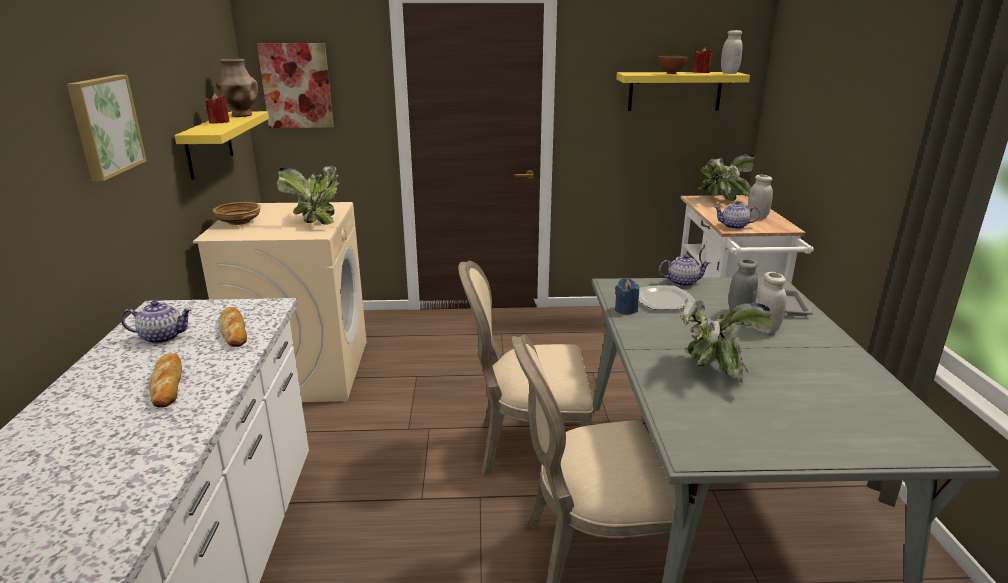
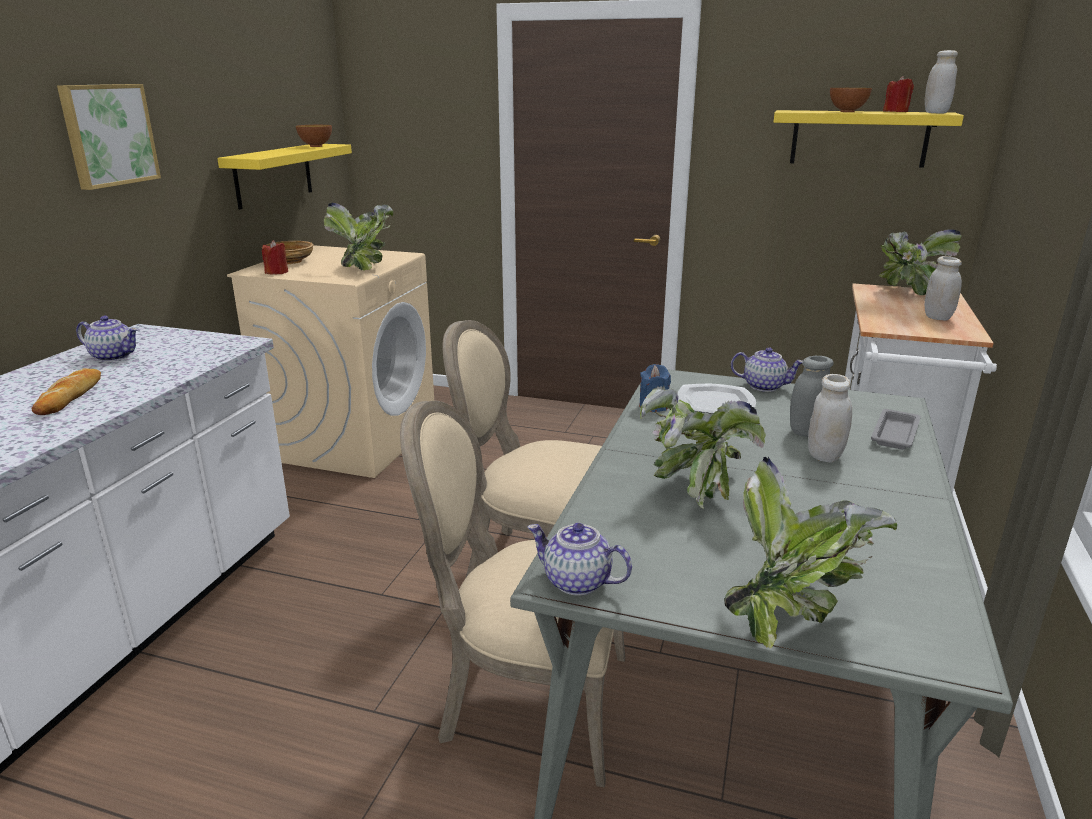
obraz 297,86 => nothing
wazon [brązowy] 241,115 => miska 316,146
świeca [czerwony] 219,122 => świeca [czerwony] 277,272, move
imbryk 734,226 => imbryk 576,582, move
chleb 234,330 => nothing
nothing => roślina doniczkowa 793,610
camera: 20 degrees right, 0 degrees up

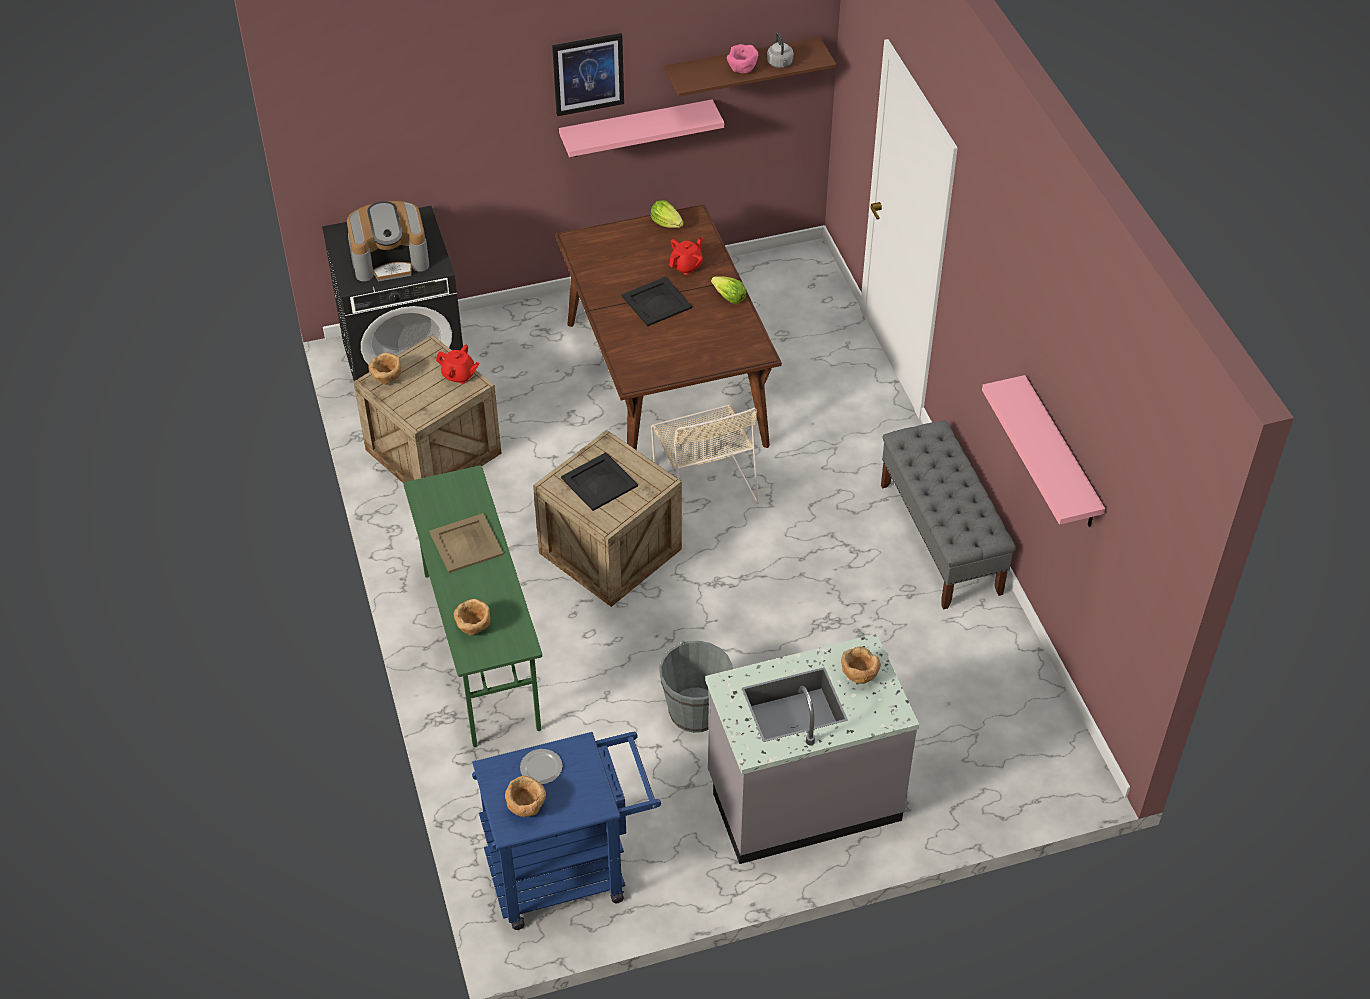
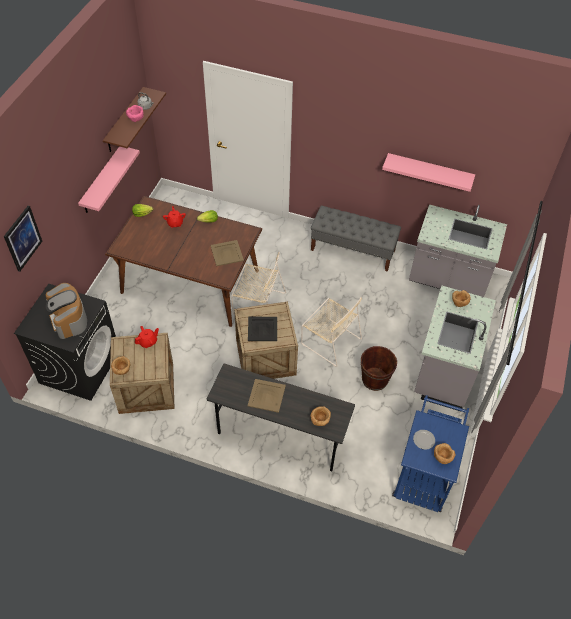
obraz 588,74 => obraz 22,238, move
ekspres do kawy 390,260 => ekspres do kawy 69,319, 135 degrees clockwise
taca [czarny] 656,302 => nothing
biurko [zielony] 480,650 => biurko [szary] 279,437
wiadro [szary] 695,711 => wiadro [brązowy] 374,379
nothing => zabudowa kuchenna [szary] 448,280
nothing => taca [beżowy] 227,253
nothing => krzesło [beżowy] 329,340
camera: 55 degrees left, 5 degrees up

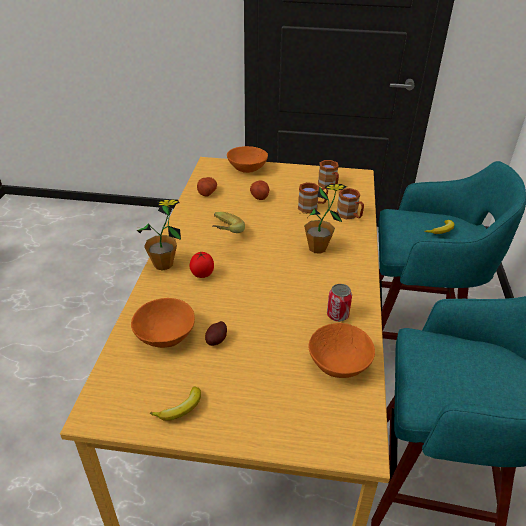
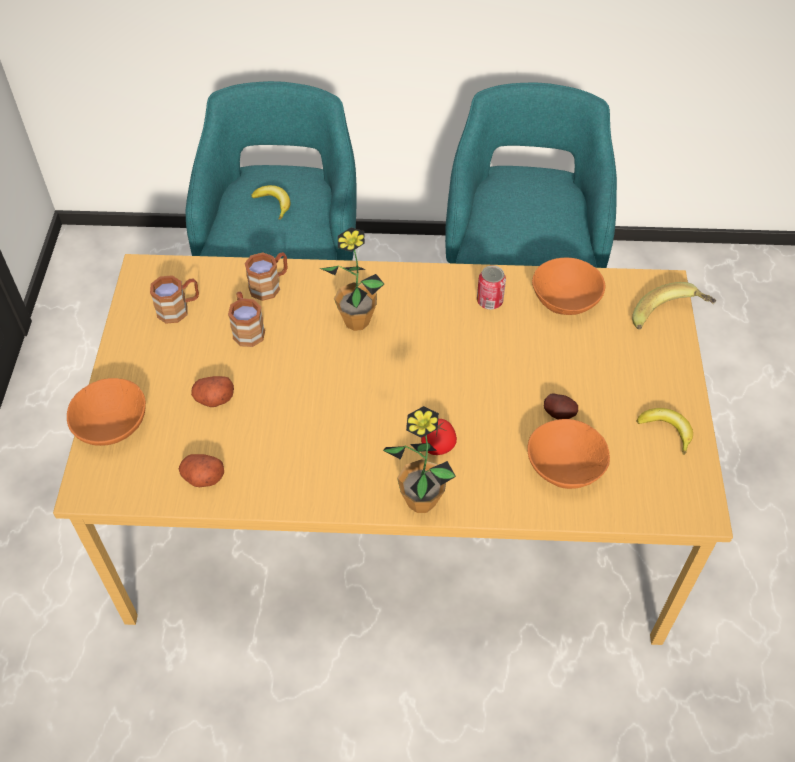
banan 222,233 => banan 669,320, move
camera: 95 degrees left, 15 degrees up

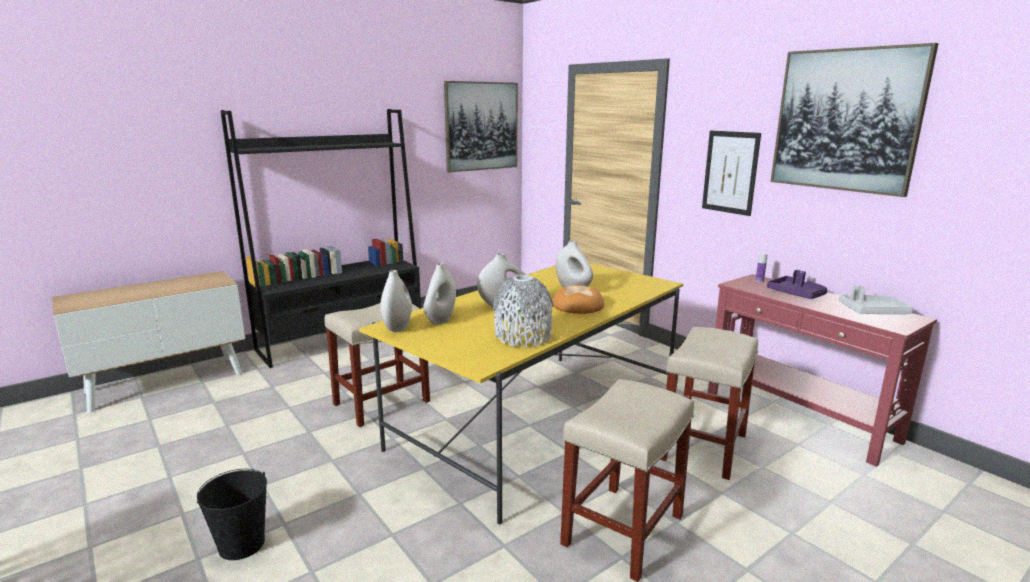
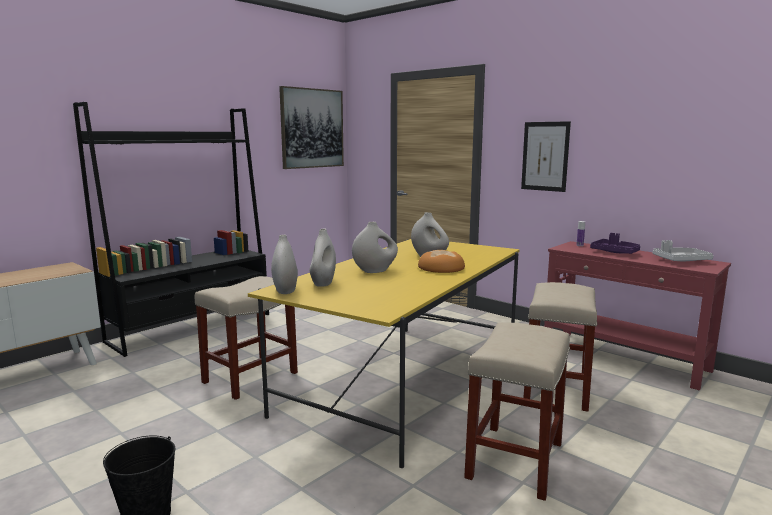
obraz 846,120 => nothing
wazon [szary] 523,337 => nothing
camera: 10 degrees left, 5 degrees down

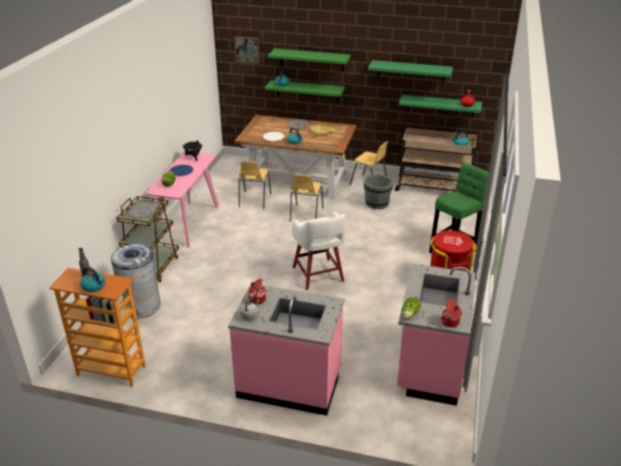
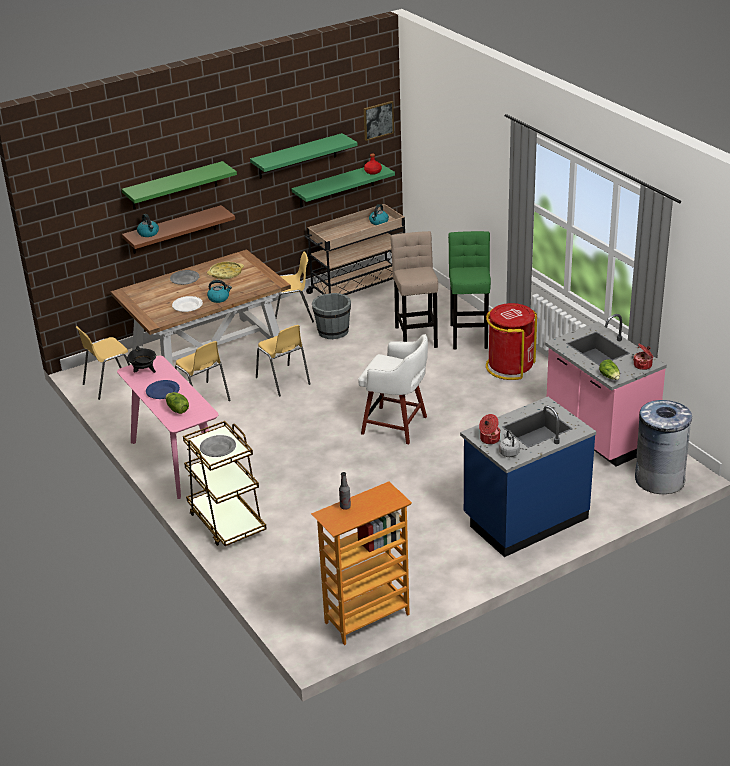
obraz 247,49 => obraz 378,120, move
półka [zielony] 307,91 => półka [brązowy] 173,230
kosz na śmieci [szary] 141,306 => kosz na śmieci [szary] 659,479, move
czajnik 94,286 => nothing
zabudowa kuchenna [różowy] 289,383 => zabudowa kuchenna [niebieski] 524,518
nothing => stołek [beżowy] 416,335
nothing => krzesło [żółty] 110,384
camera: 45 degrees left, 0 degrees up

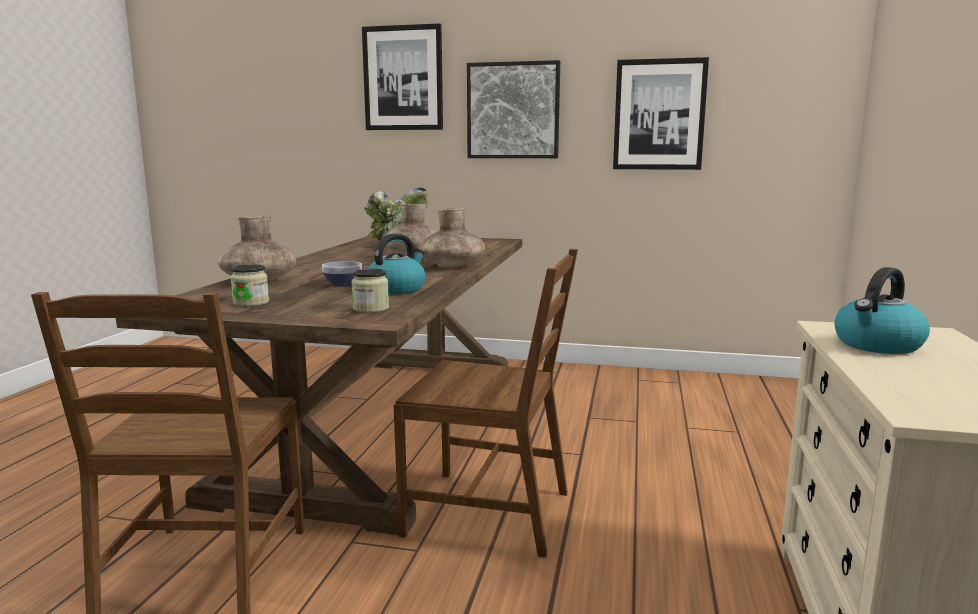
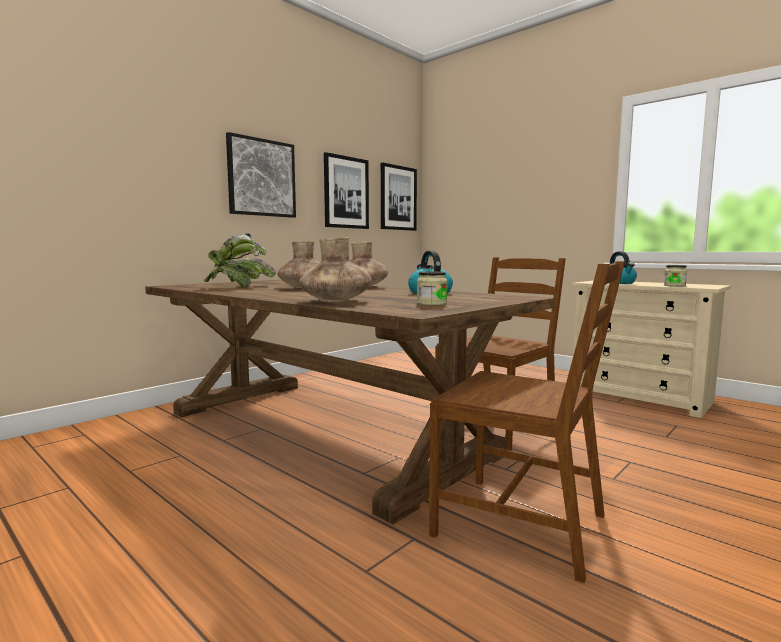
obraz 403,78 => obraz 398,198, move
miska 343,284 => nothing
słoik 371,309 => słoik 674,286, move
camera: 60 degrees left, 5 degrees down

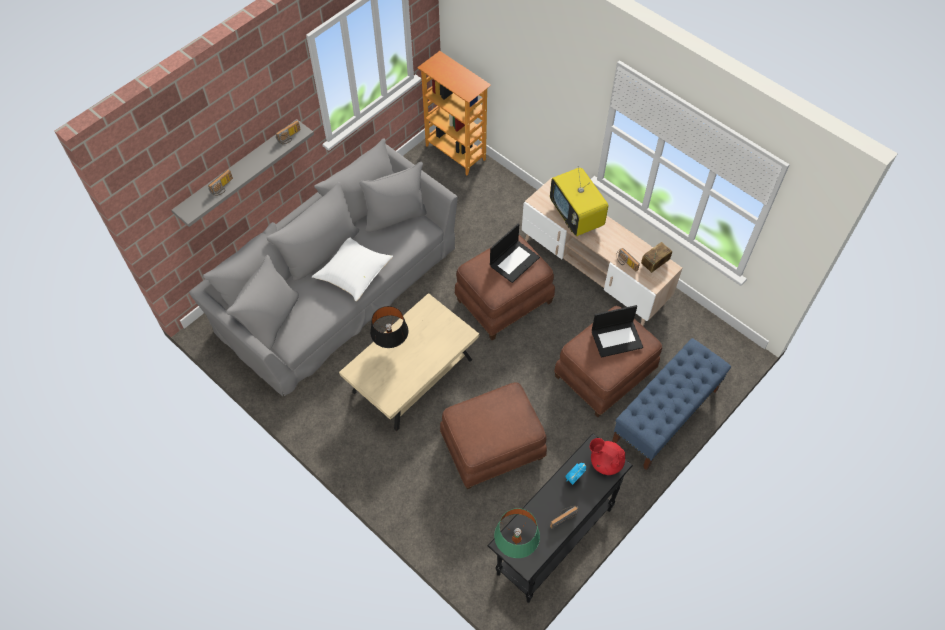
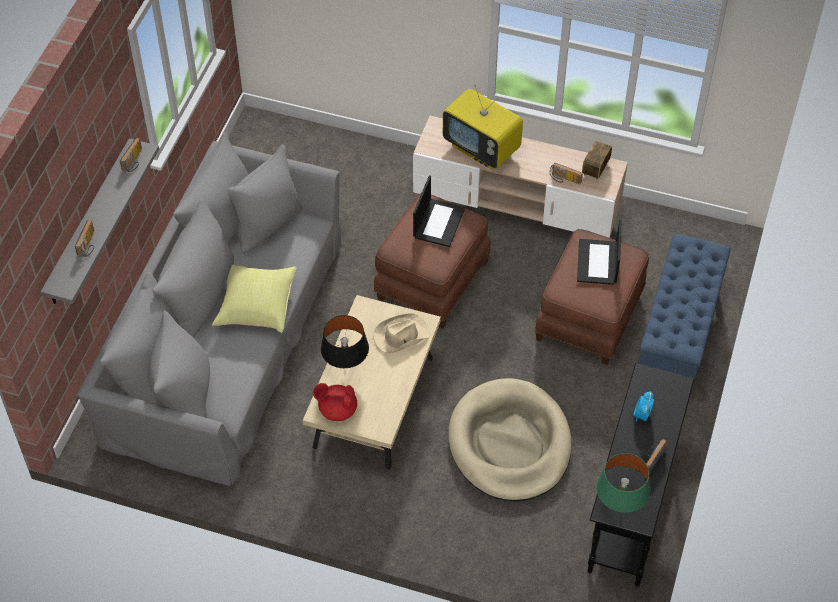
regał 456,152 => nothing
poduszka [biały] 353,273 => poduszka [żółty] 256,306
laptop 617,338 => laptop 598,263, 135 degrees clockwise
pufa [brązowy] 492,448 => legowisko [beżowy] 509,444
imbryk [czerwony] 605,462 => imbryk [czerwony] 337,410, move
nothing => kapelusz [beżowy] 400,335
camera: 25 degrees left, 5 degrees down

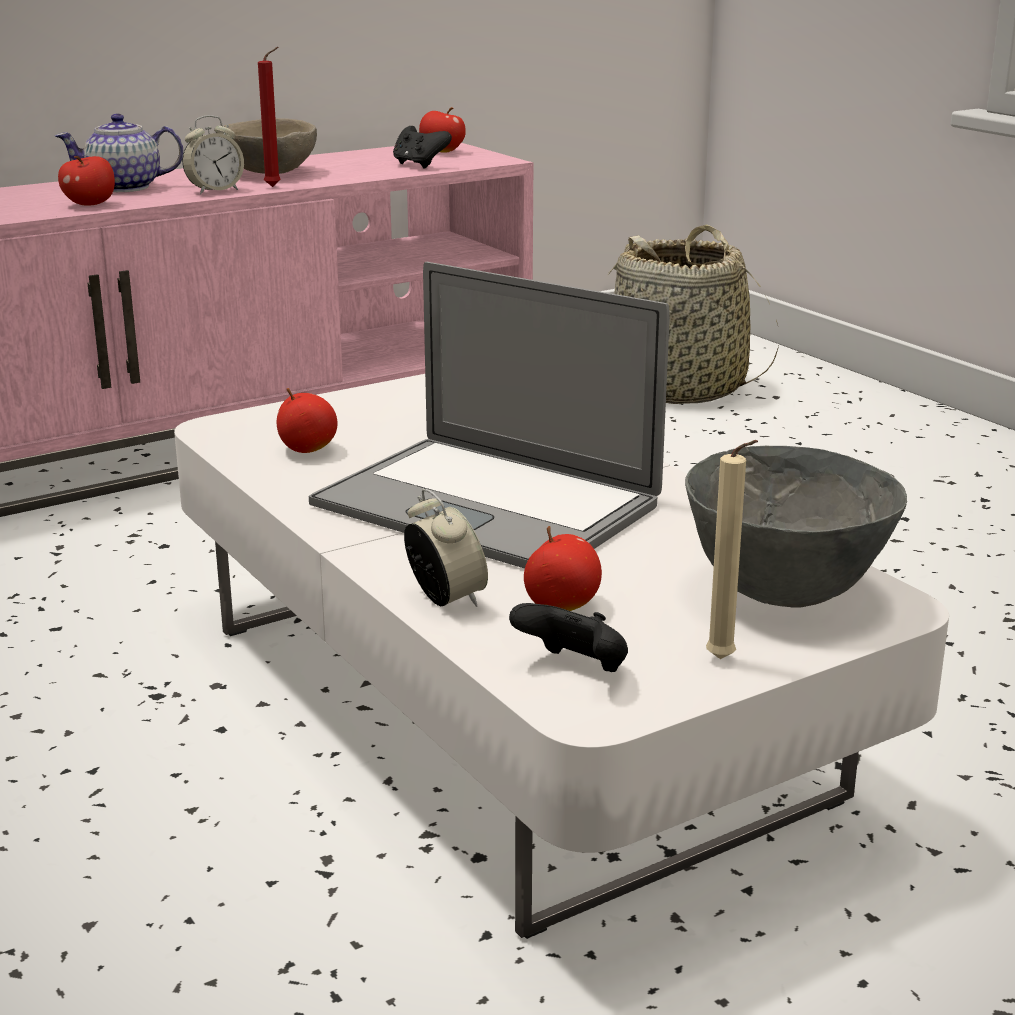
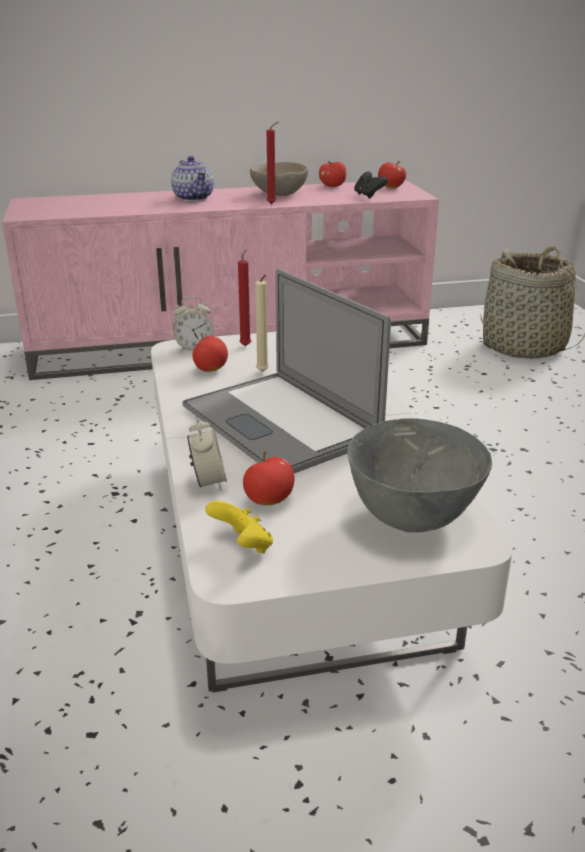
imbryk 125,187 => imbryk 193,198, 120 degrees counterclockwise
budzik 215,191 => budzik 194,348, move
jabłko 90,204 => jabłko 332,186, move
świeca [beżowy] 724,661 => świeca [beżowy] 263,372, move
pad do gier [czarny] 574,669 => pad do gier [żółty] 243,546
nothing => świeca [czerwony] 246,345
camera: 20 degrees right, 5 degrees up

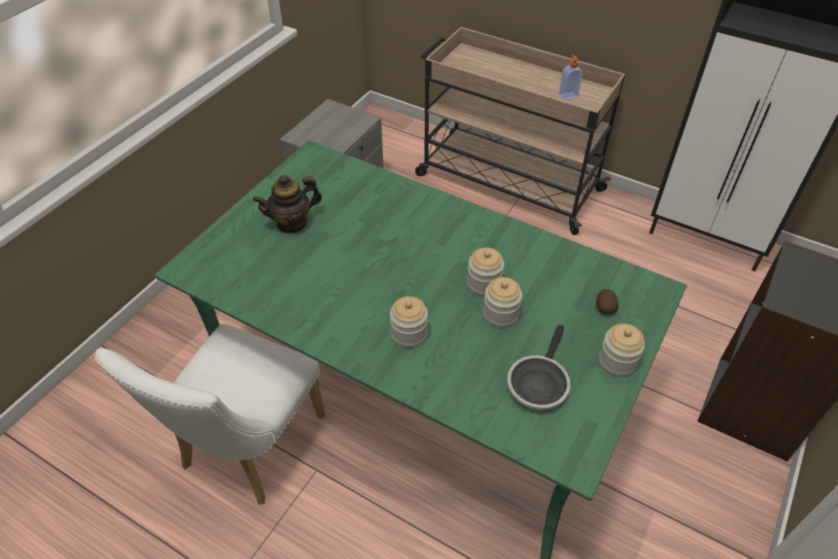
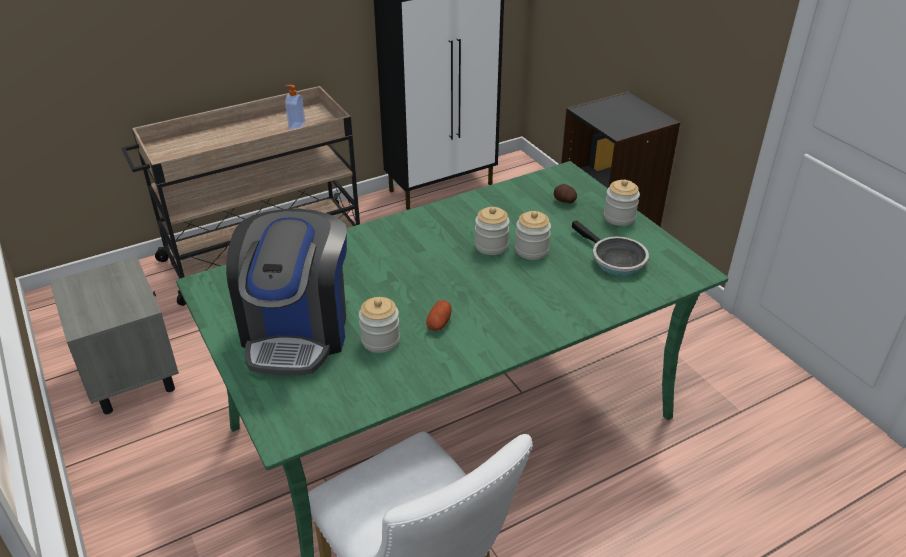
imbryk 292,223 => ekspres do kawy 297,331
słoik 409,334 => słoik 380,340, move
nothing => ziemniak 439,323
camera: 60 degrees left, 10 degrees down

